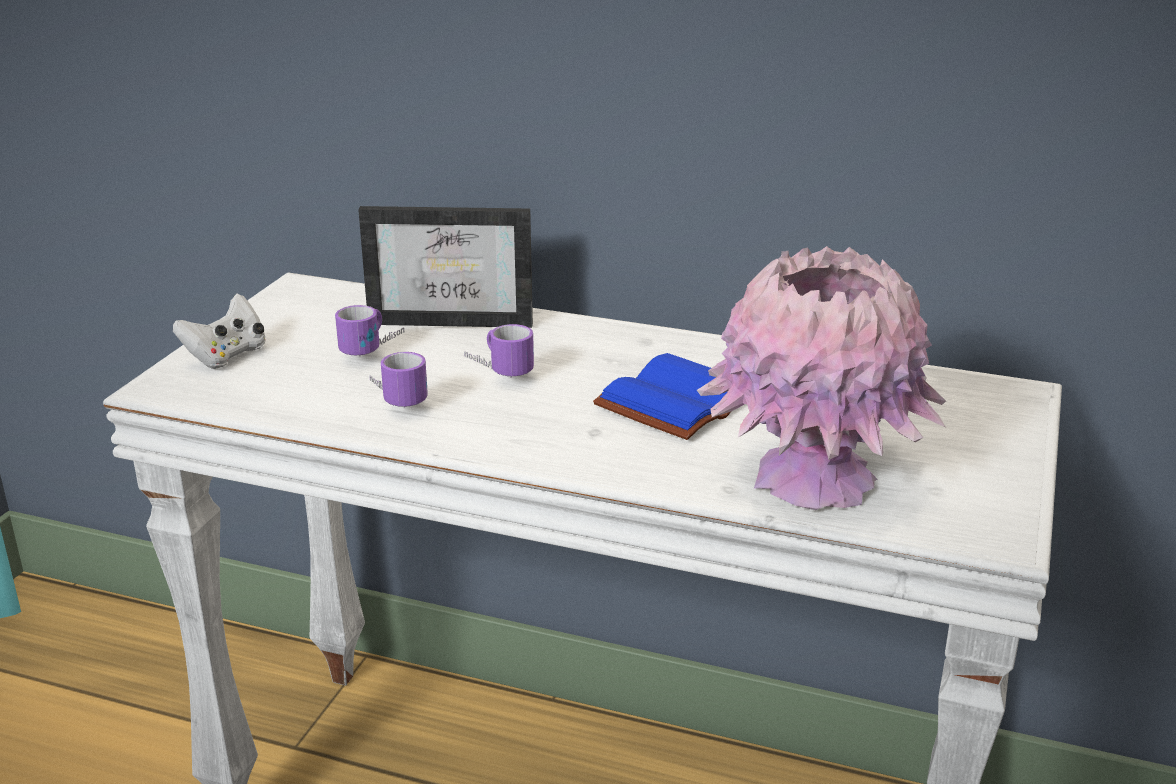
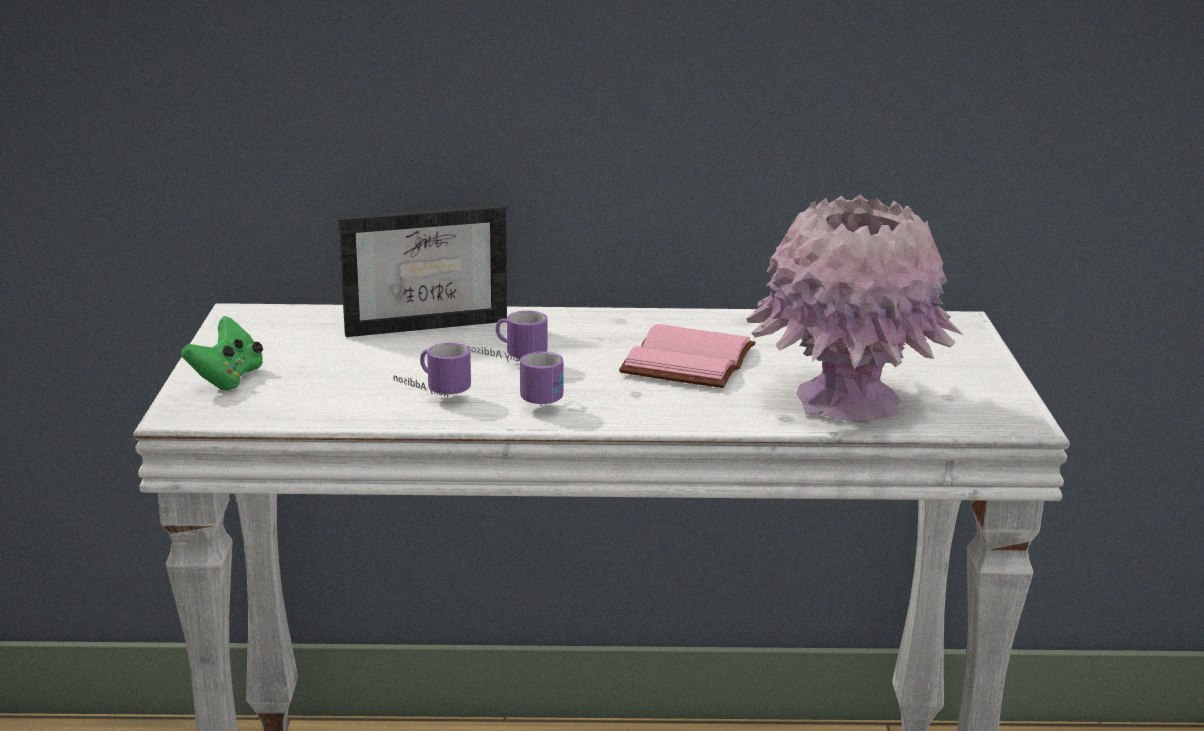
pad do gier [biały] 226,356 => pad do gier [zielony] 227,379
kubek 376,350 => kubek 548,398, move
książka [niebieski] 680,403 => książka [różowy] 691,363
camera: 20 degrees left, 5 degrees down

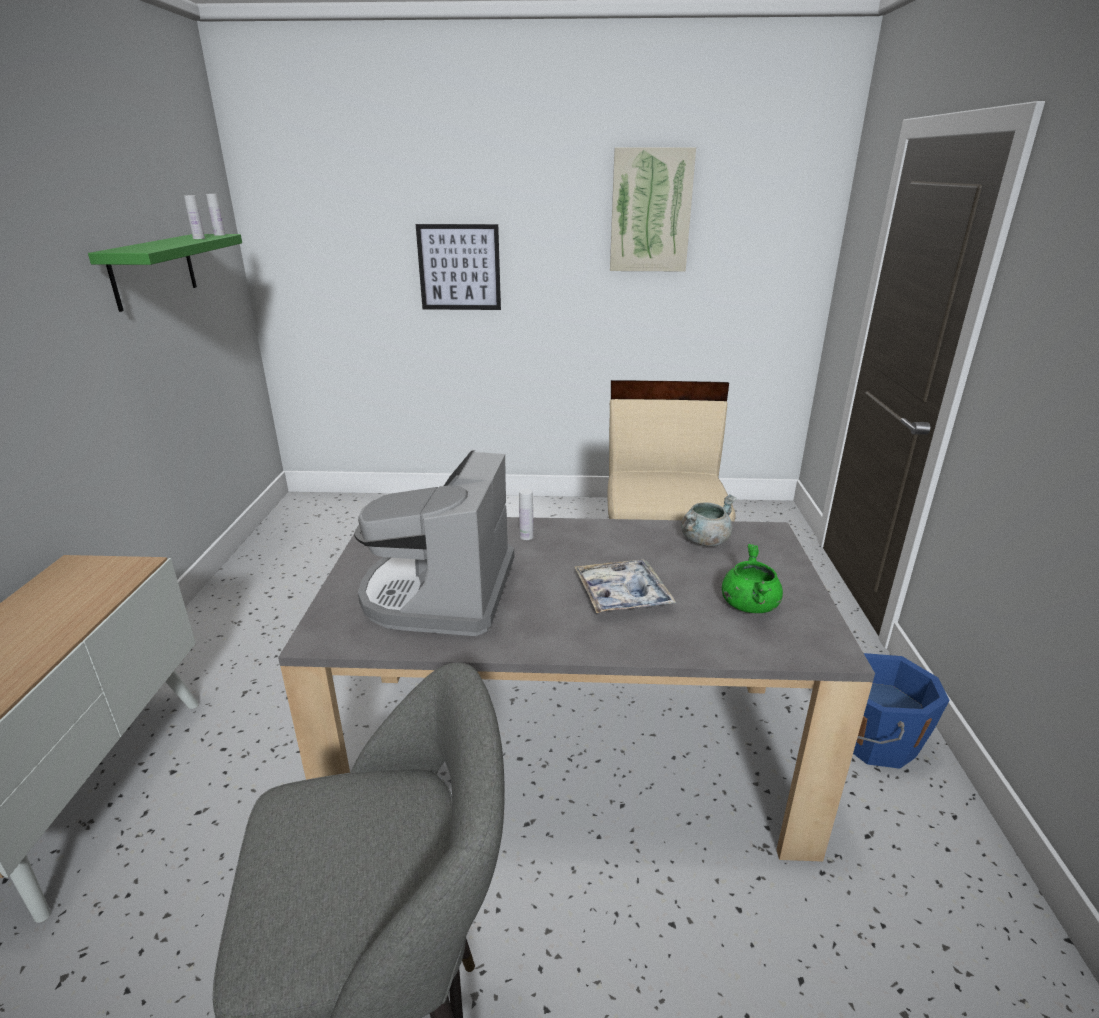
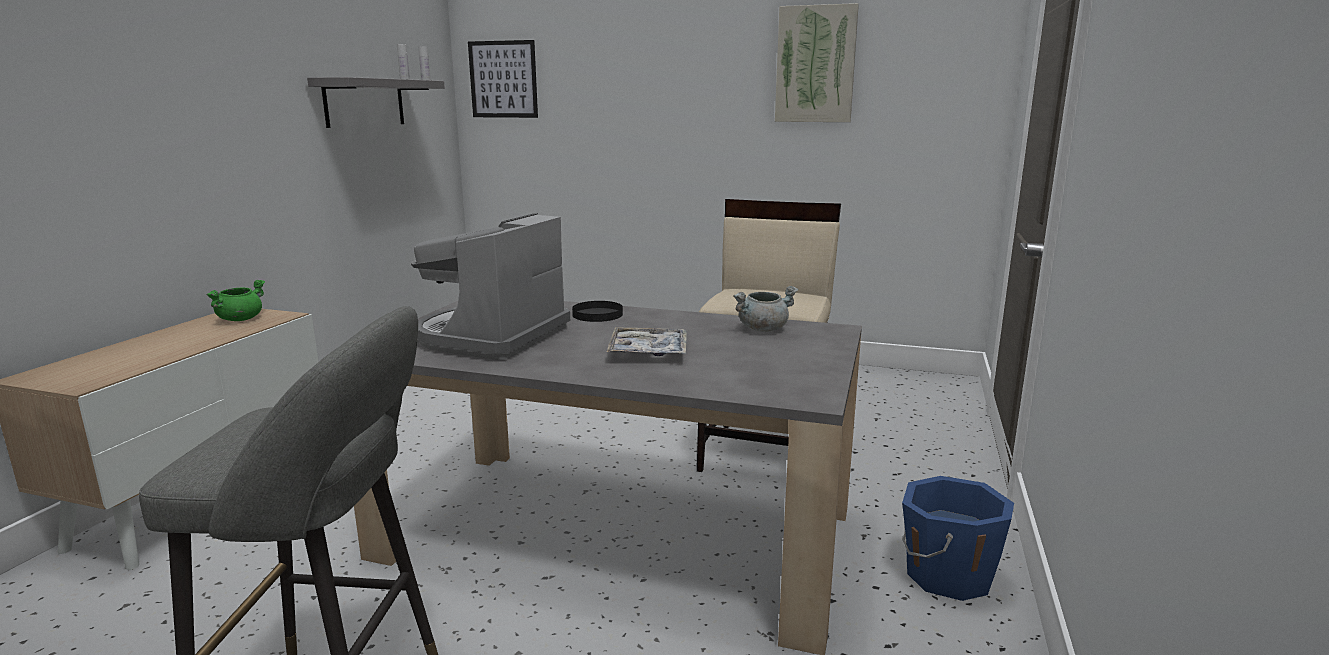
obraz 459,267 => obraz 503,79, move
półka [zielony] 153,270 => półka [szary] 364,102
butelka [biały] 526,536 => talerz [czarny] 597,314
garnek [zielony] 749,605 => garnek [zielony] 240,319, move
camera: 15 degrees right, 10 degrees down

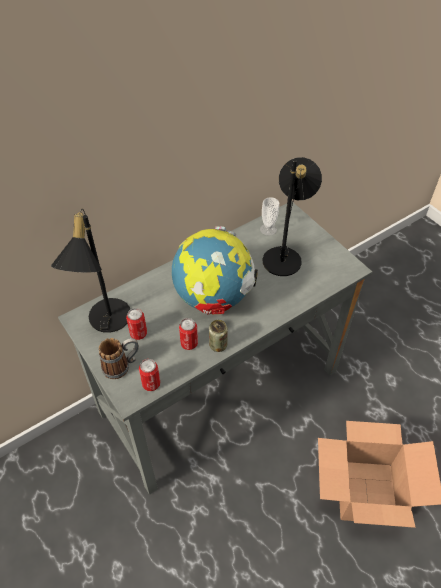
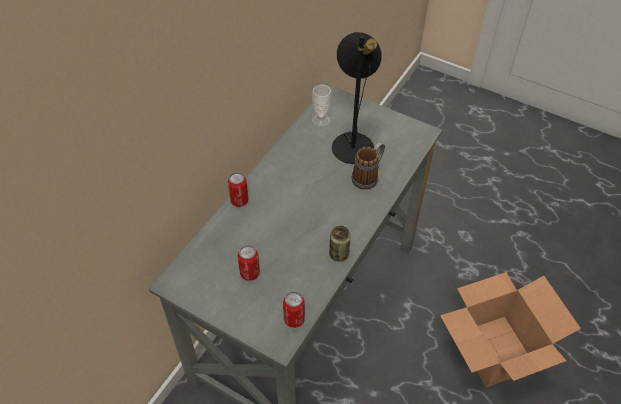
lampa stołowa [czarny] 104,321 => nothing
globus 213,298 => nothing
puszka 189,343 => puszka 239,200, move
kubek 121,366 => kubek 368,176, move
camera: 25 degrees left, 0 degrees up

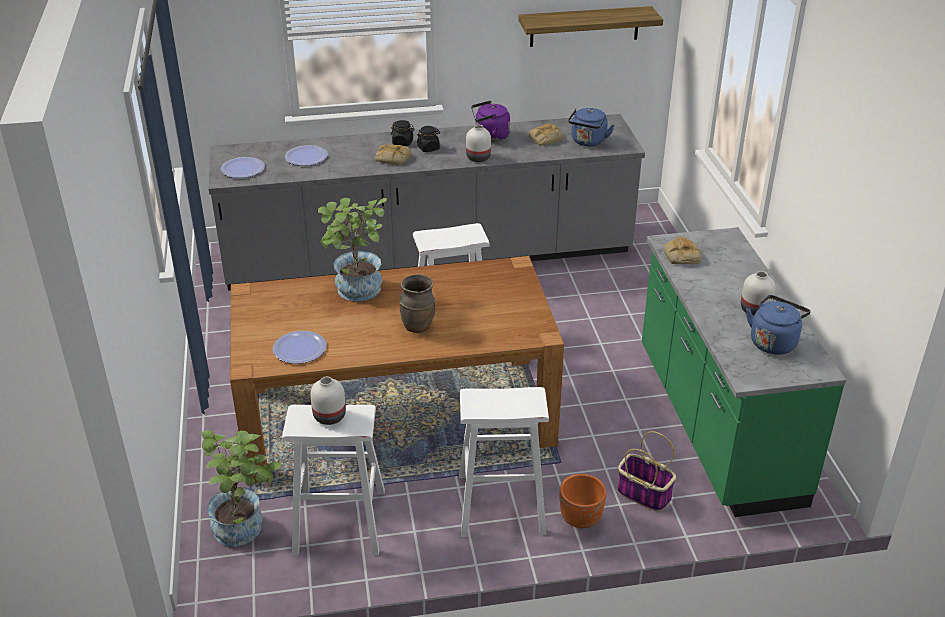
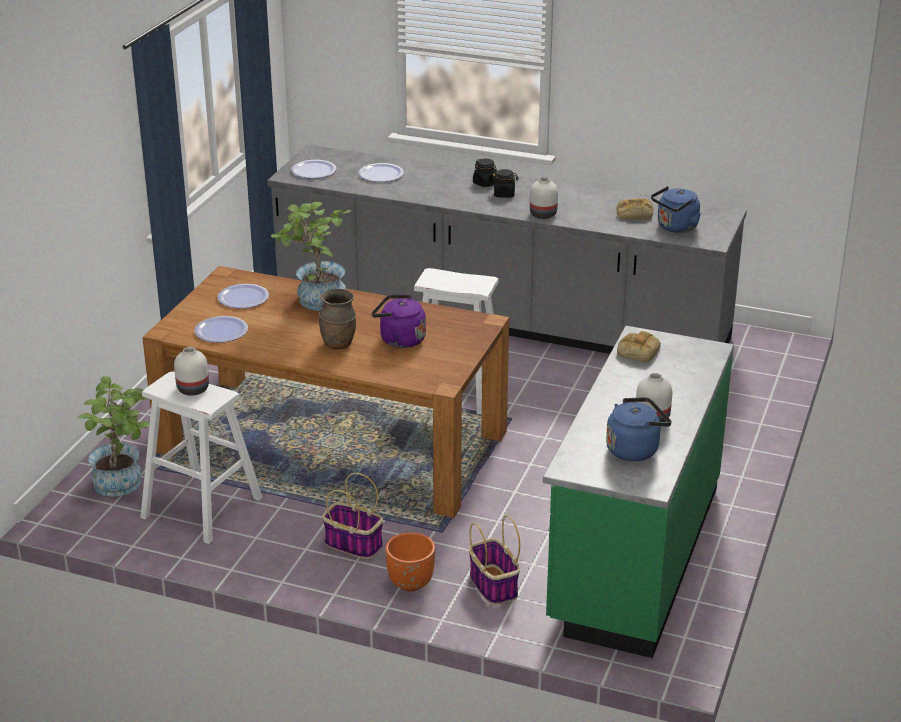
półka 584,26 => nothing
czajnik [fioletowy] 489,137 => czajnik [fioletowy] 399,340, move
chleb 392,158 => nothing
stołek [biały] 501,503 => koszyk 352,544
nothing => talerz 243,298
camera: 30 degrees right, 5 degrees down

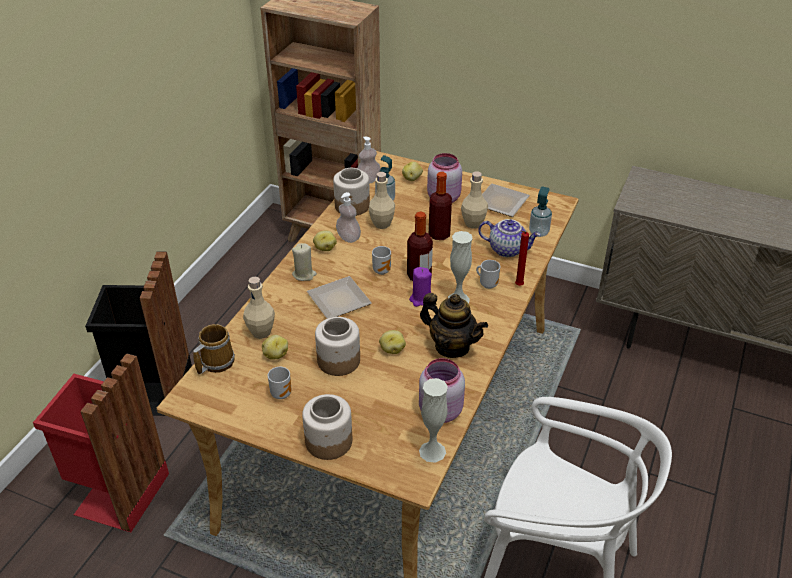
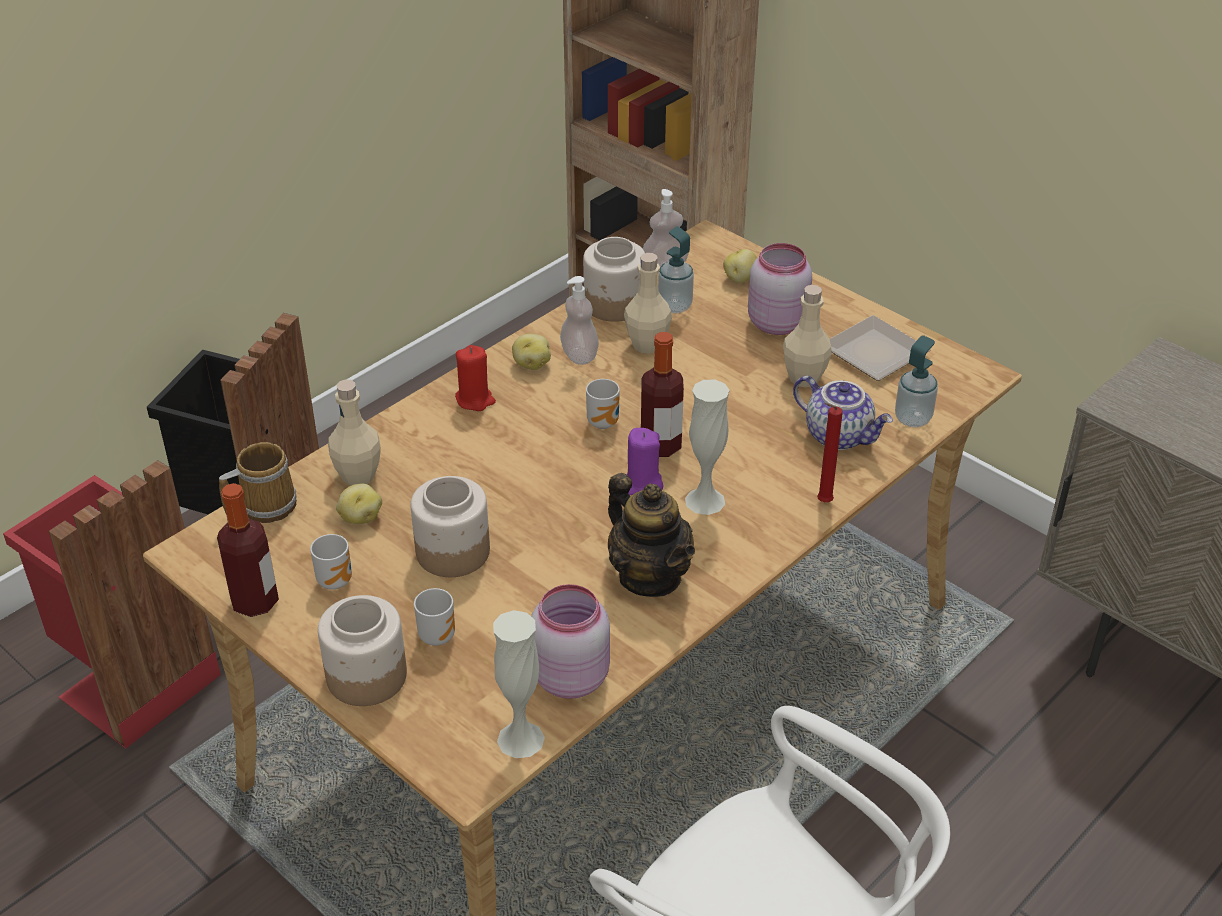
butelka 439,234 => butelka 255,601, move
świeca [beżowy] 304,274 => świeca [czerwony] 475,400
kubek 487,284 => kubek 437,635, move
talerz 336,300 => nothing
ziemniak 392,349 => nothing
camera: 20 degrees right, 0 degrees up

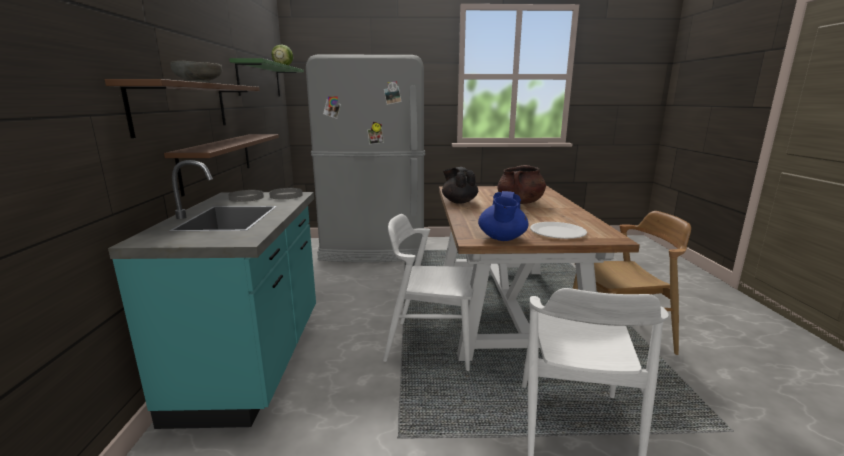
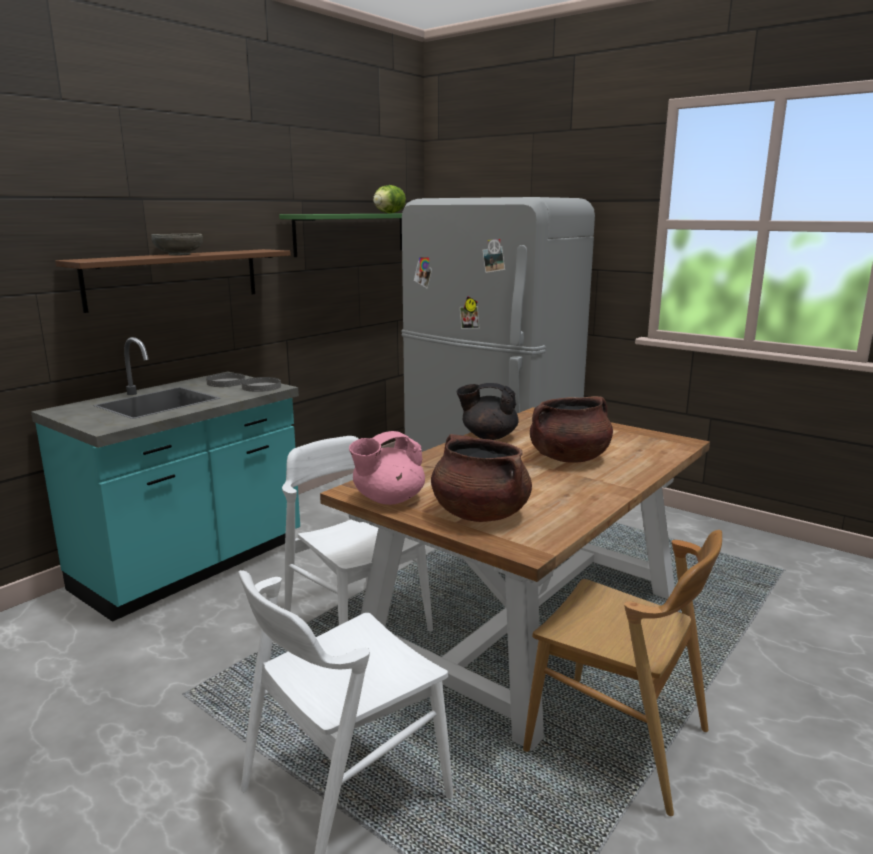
półka [brązowy] 218,160 => nothing
imbryk [czarny] 459,201 => imbryk [czarny] 488,436, 90 degrees counterclockwise
imbryk [niebieski] 502,238 => imbryk [różowy] 388,499
talerz [biały] 557,232 => garnek [brązowy] 479,514
camera: 40 degrees right, 0 degrees up

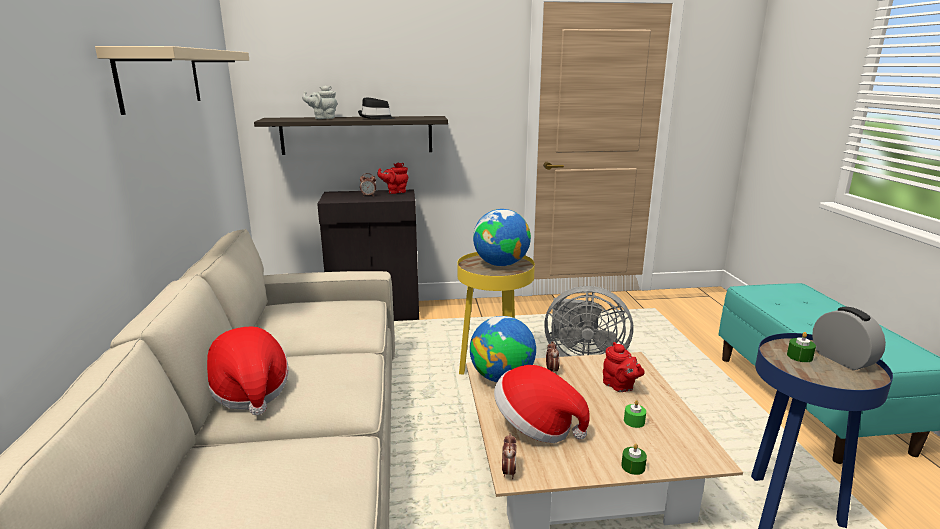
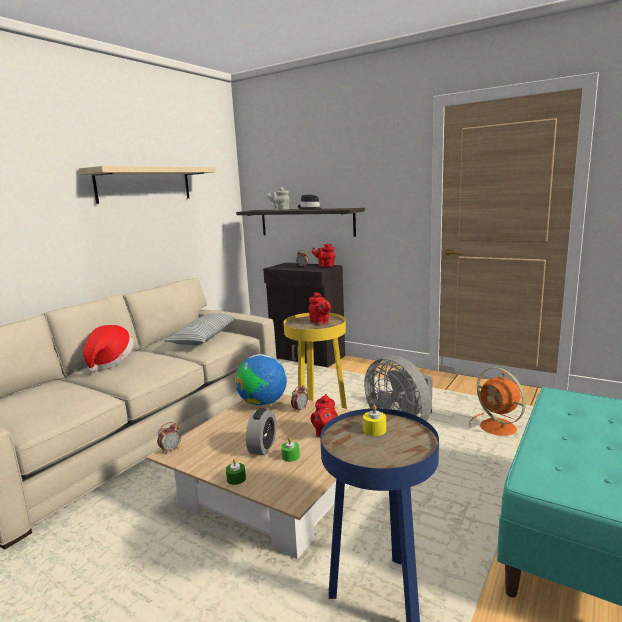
globus 501,264 => imbryk [czerwony] 320,322
budzik 842,359 => budzik 262,447, move
świeca [zielony] 799,356 => świeca [żółty] 374,430
kapelusz 536,426 => nothing
nothing => poduszka 204,337
nothing => wentylator [pomarańczowy] 499,428
camera: 40 degrees right, 5 degrees down

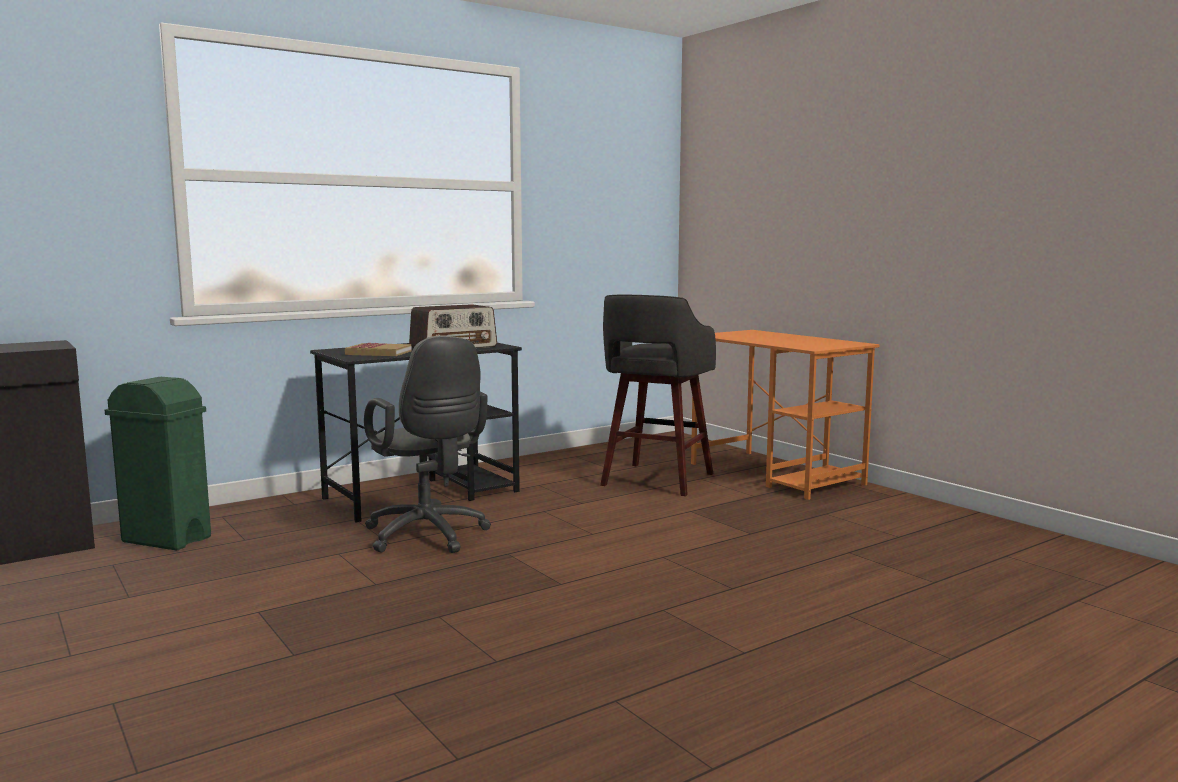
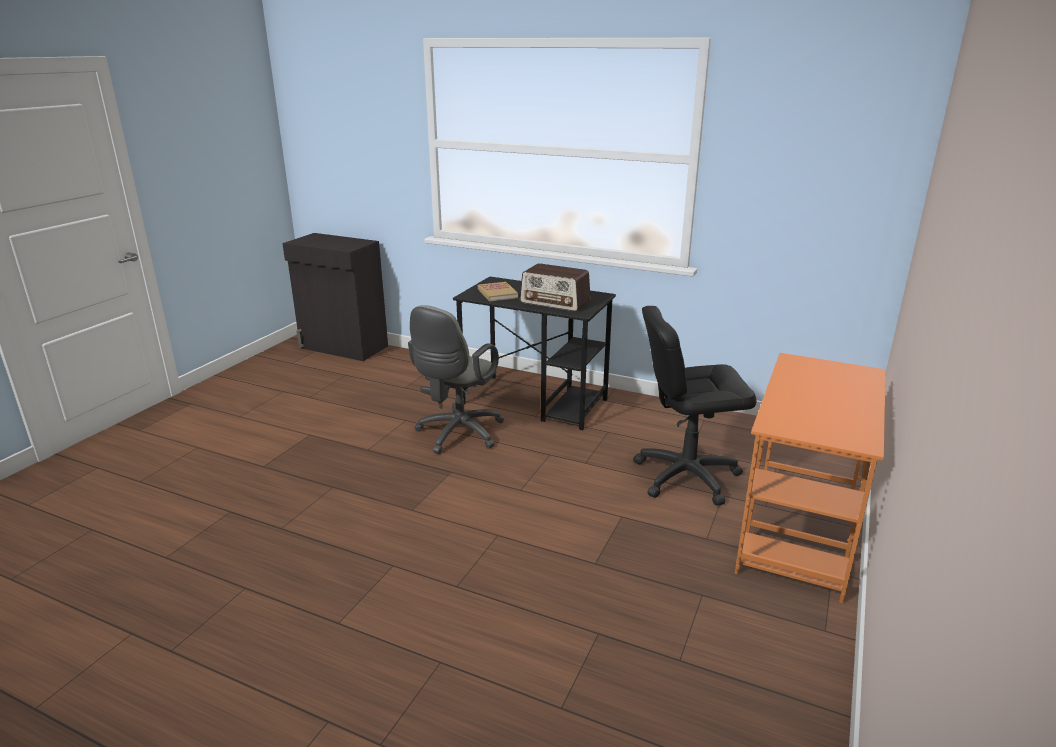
stołek [szary] 656,480 => krzesło biurowe [czarny] 686,476
kosz na śmieci [zielony] 166,539 => nothing
camera: 60 degrees right, 15 degrees up

